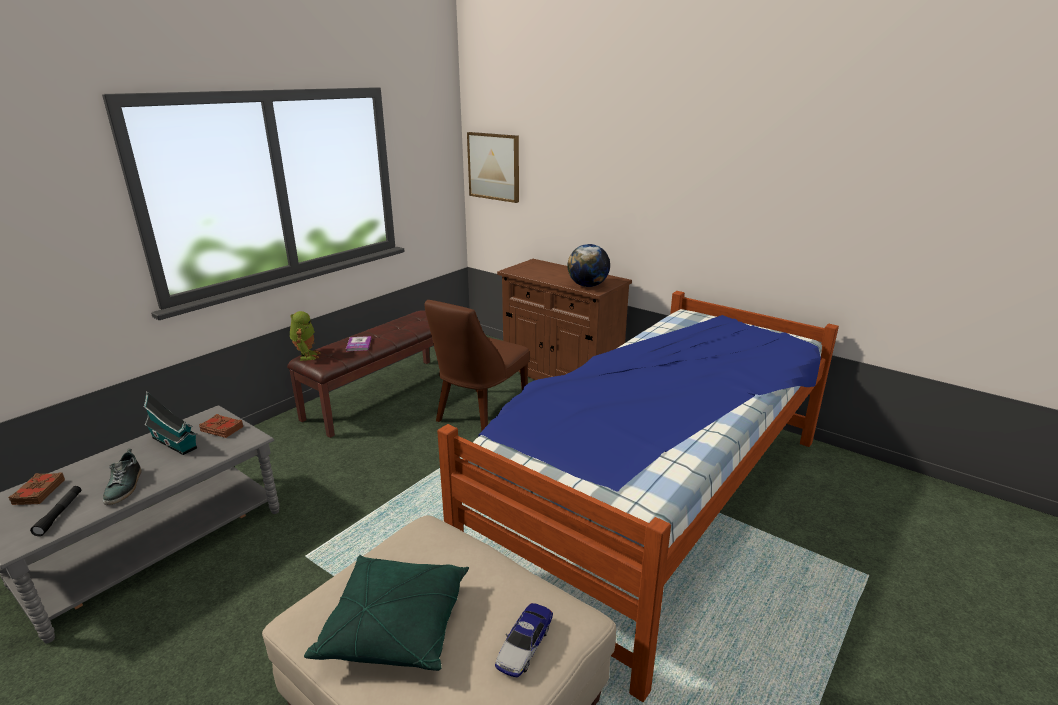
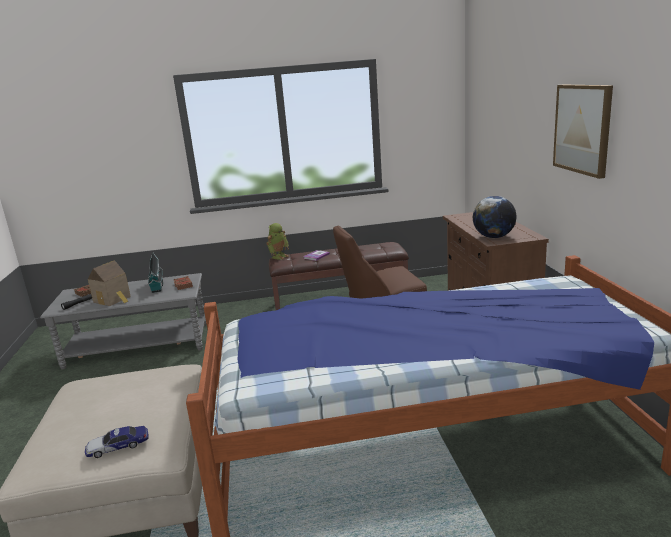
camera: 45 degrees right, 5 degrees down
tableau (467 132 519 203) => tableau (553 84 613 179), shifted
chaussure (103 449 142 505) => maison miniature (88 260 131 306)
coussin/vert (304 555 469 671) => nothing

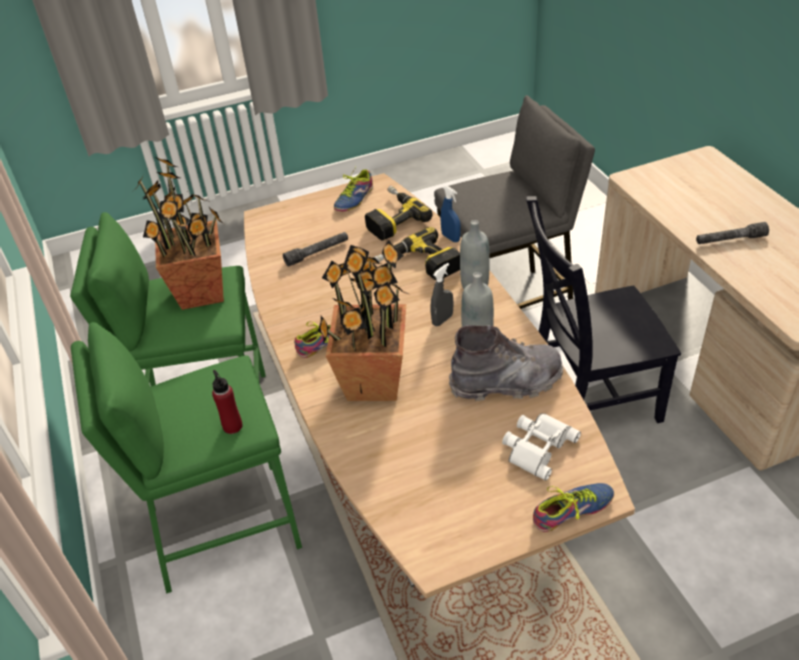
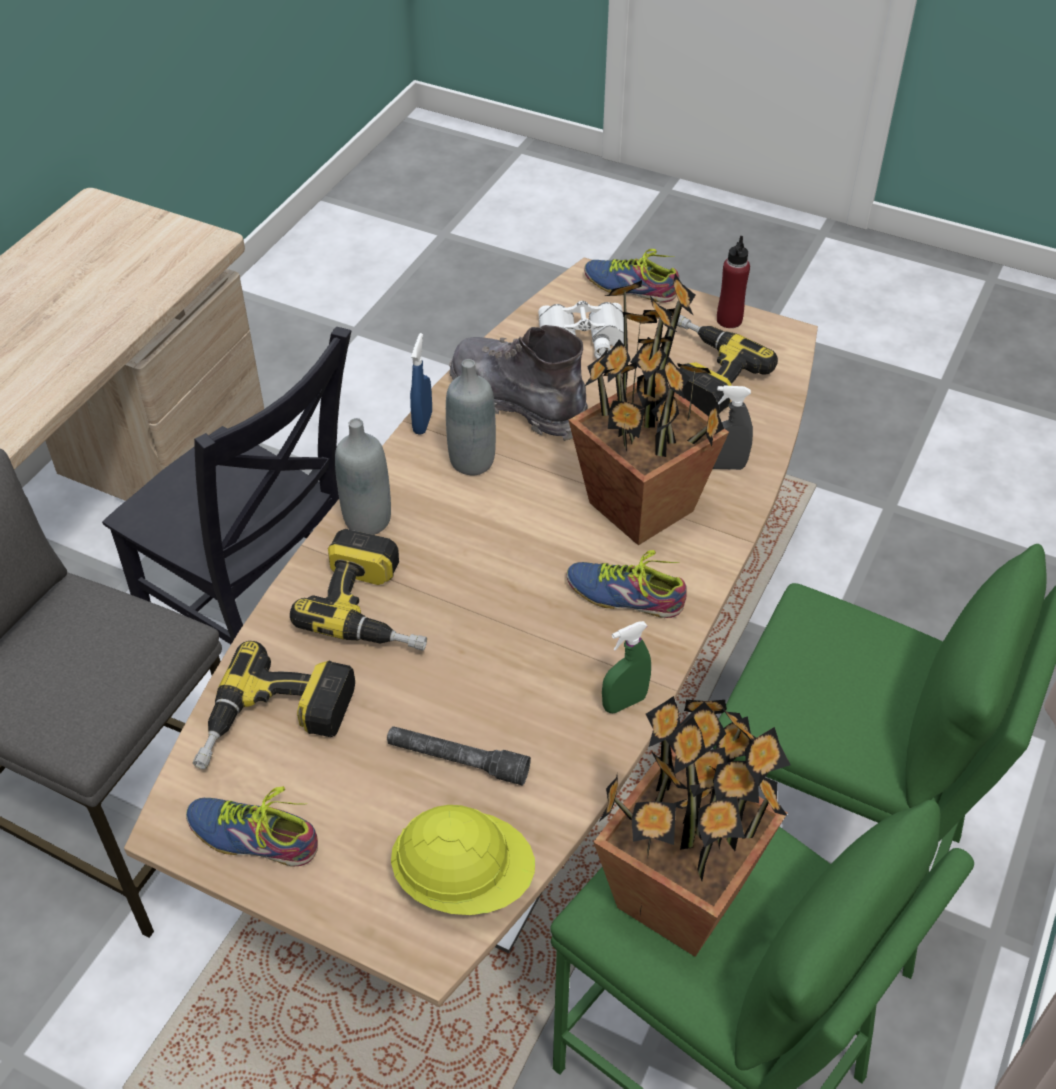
camera: 135 degrees left, 5 degrees up
chaussure (334 167 373 211) => chaussure (186 786 318 867), 150 degrees counterclockwise
vaporisateur/bleu (441 186 461 242) => vaporisateur/bleu (410 333 432 435), shifted
lampe de poche/gris (696 222 769 244) => nothing
vaporisateur/gris (430 263 453 326) => vaporisateur/gris (713 385 753 470), shifted
bouteille/rouge (212 370 242 434) => bouteille/rouge (717 236 750 328), shifted
nothing => perceuse (677 315 778 416)
nothing => vaporisateur/vert (602 621 651 713)
nothing => casque de chantier/jaune (391 805 535 915)

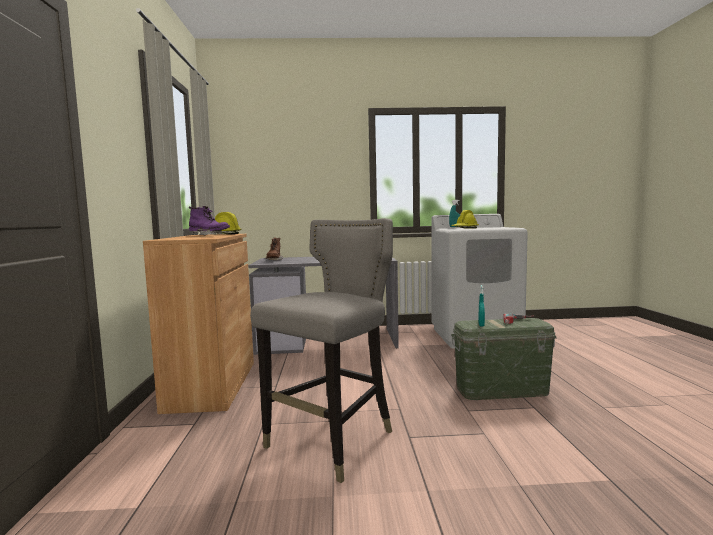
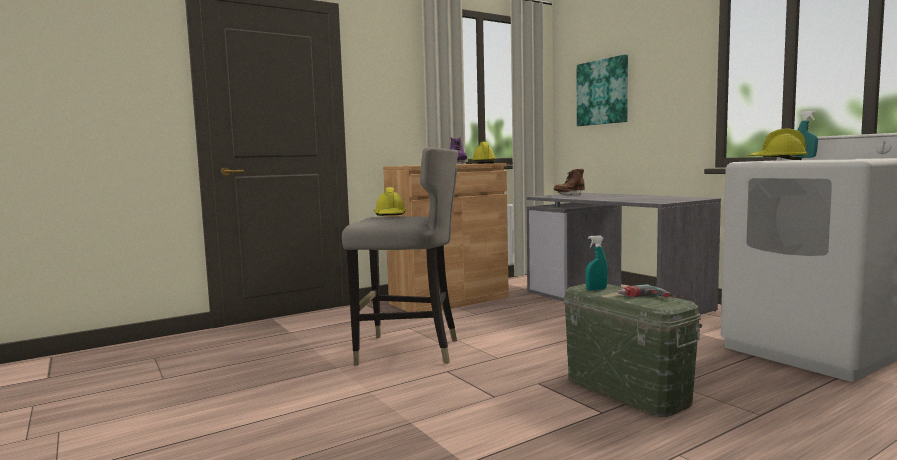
camera: 60 degrees right, 0 degrees up
nothing => tableau (577 54 628 126)
nothing => casque de chantier/jaune (374 187 407 216)

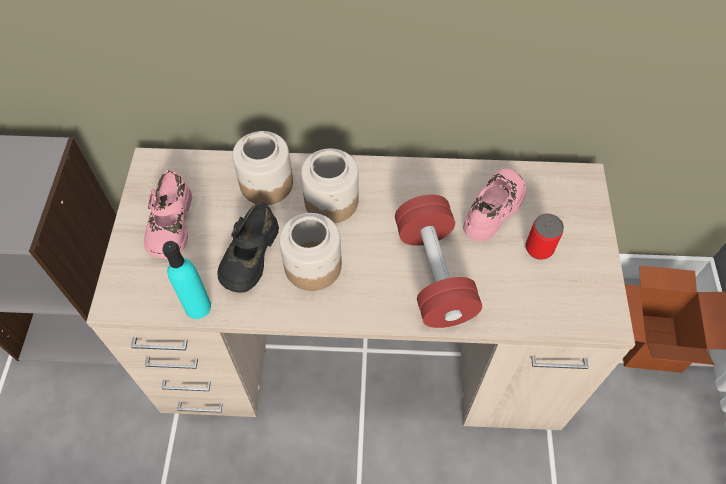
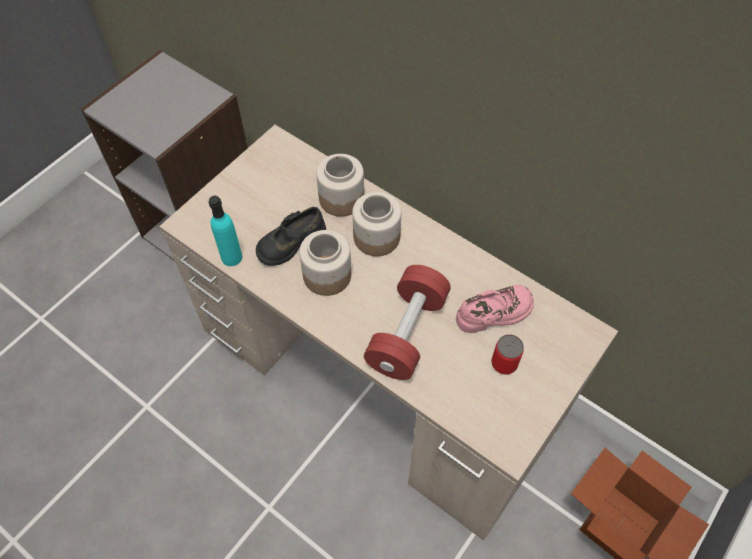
camera: 35 degrees right, 0 degrees up
chaussure/rose (144 170 192 259) => nothing

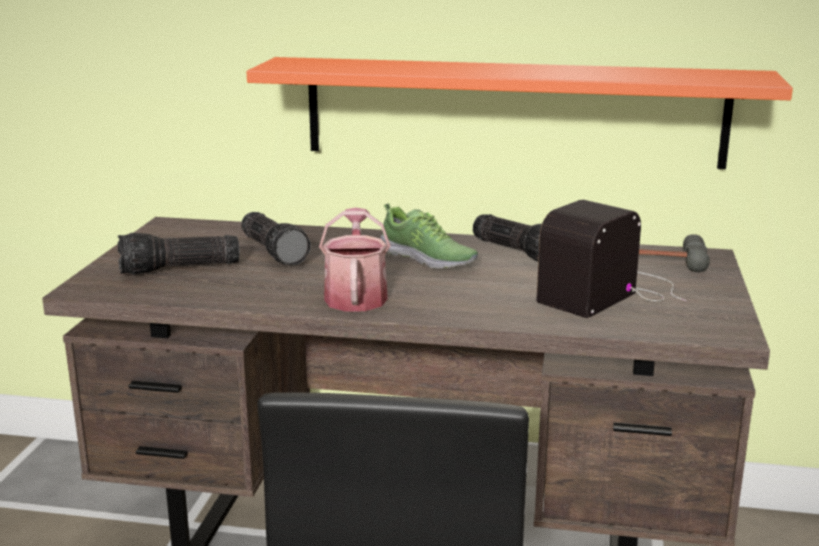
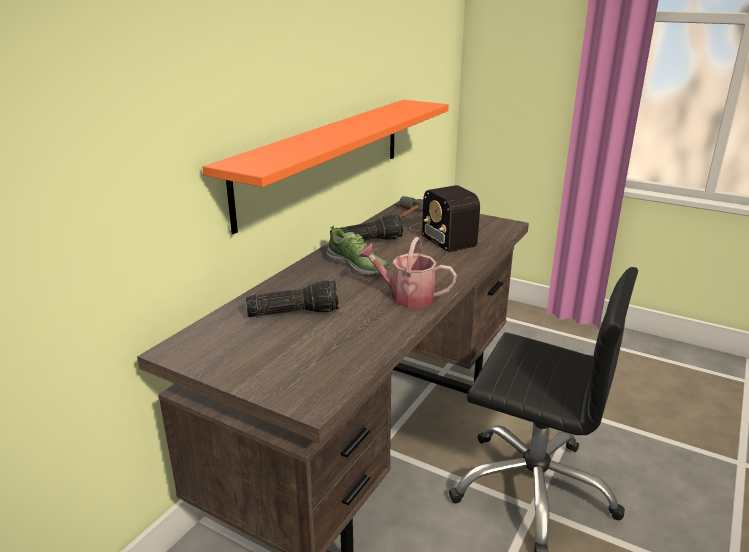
camera: 70 degrees left, 5 degrees up
chaussure (380 203 478 269) => chaussure (326 226 389 275), 75 degrees clockwise
lampe de poche (118 233 240 275) => nothing

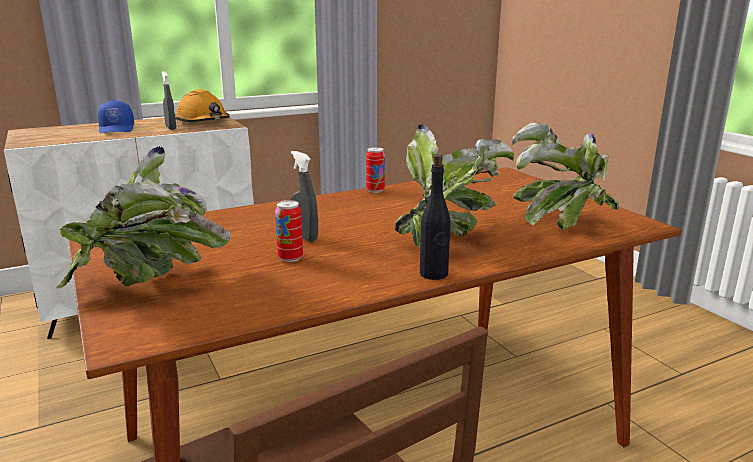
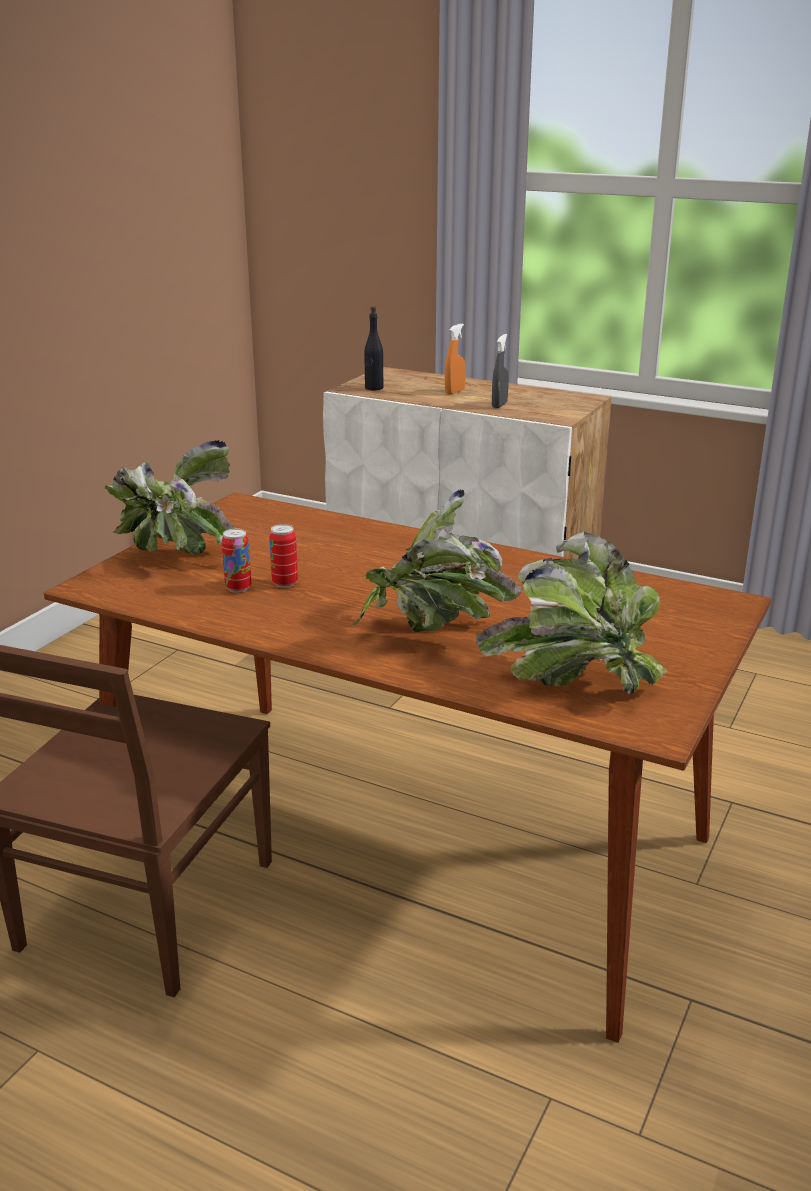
camera: 55 degrees right, 5 degrees up
casque de chantier/orange (175 89 230 122) => nothing
casquette/bleu (98 100 134 133) => vaporisateur/orange (445 324 466 395)
boîte métallique (366 147 385 193) => boîte métallique (222 529 251 593), shifted
vaporisateur/gris (290 151 318 242) => nothing
bouteille/noir (420 154 450 280) => bouteille/noir (364 306 383 390), shifted

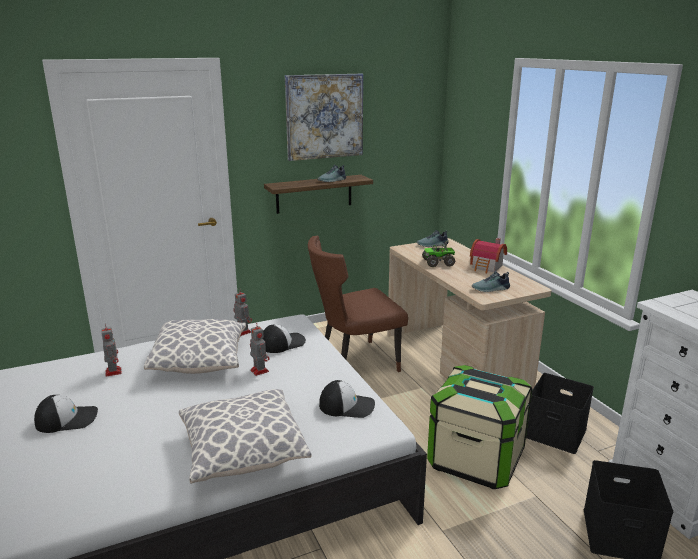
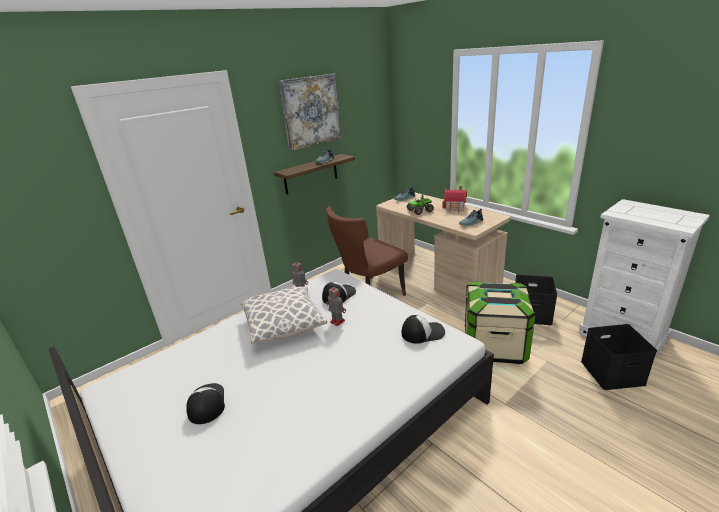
camera: 15 degrees left, 5 degrees up
robot jouet (101 324 122 377) => nothing
coussin (179 389 312 484) => nothing
casquette (34 395 98 433) => casquette (186 383 225 424), 75 degrees counterclockwise

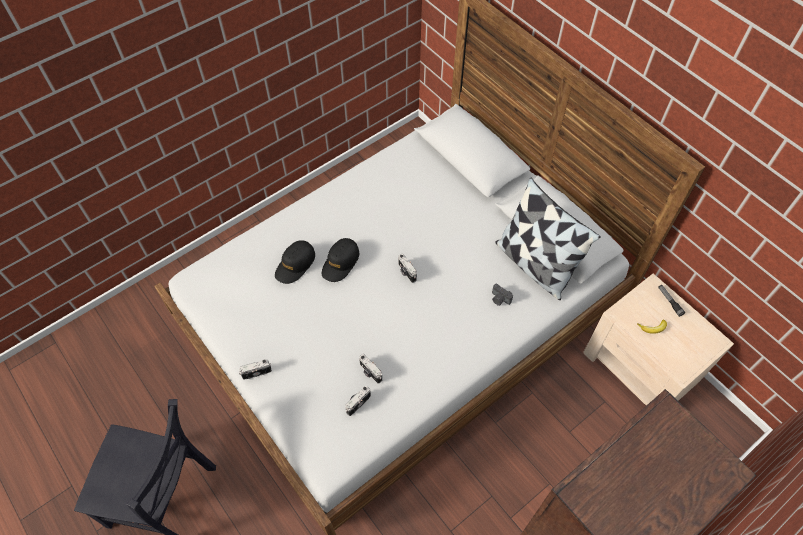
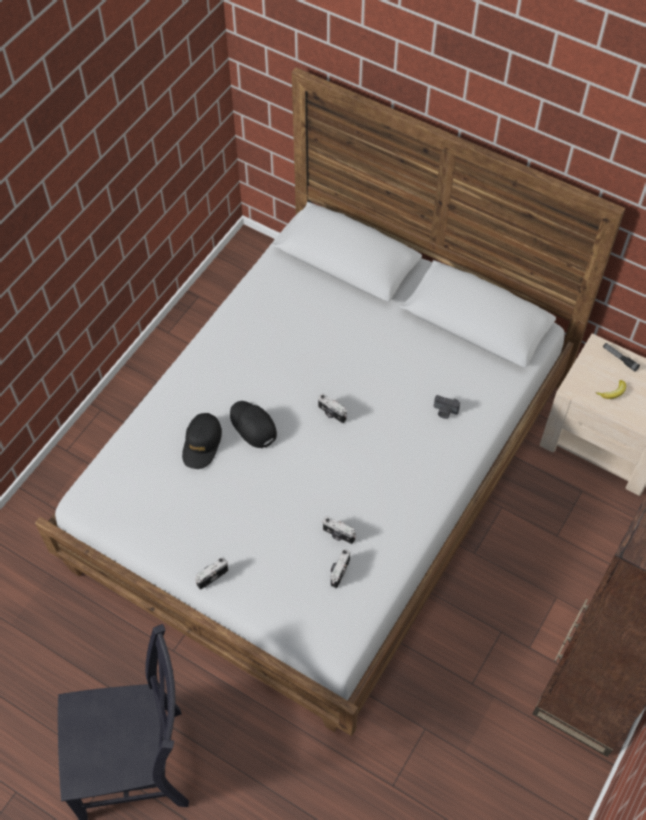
camera: 20 degrees left, 0 degrees up
coussin (495 178 601 300) => nothing
casquette/noir (322 238 359 282) => casquette/noir (230 401 277 448), 135 degrees clockwise

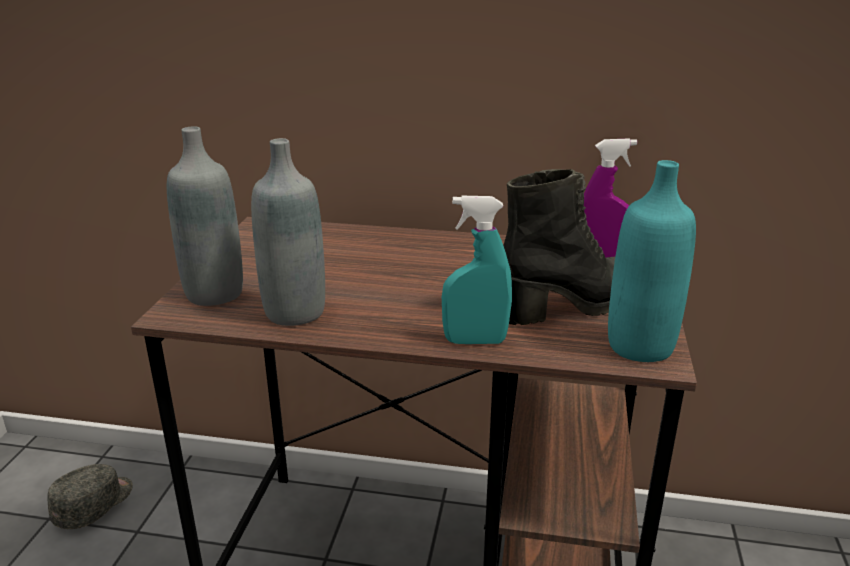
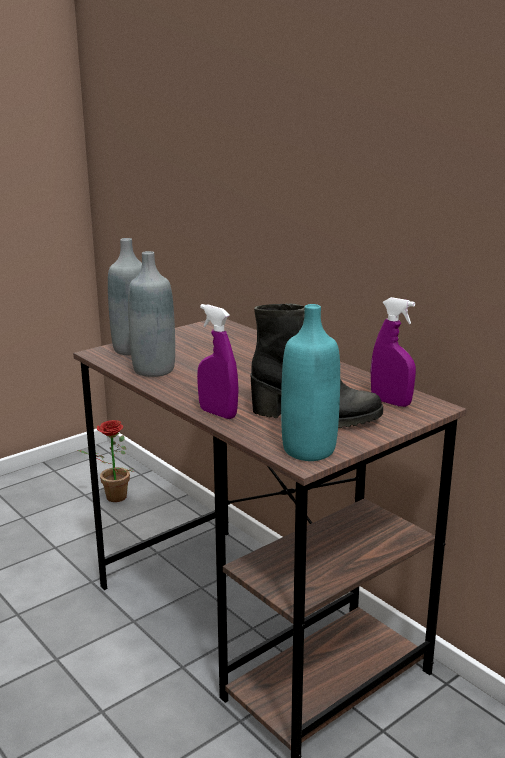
camera: 40 degrees right, 5 degrees down
vaporisateur/turquoise (442 196 512 344) => vaporisateur/violet (197 304 239 419)
casquette/gris (47 464 133 529) => plante en pot (78 420 134 502)

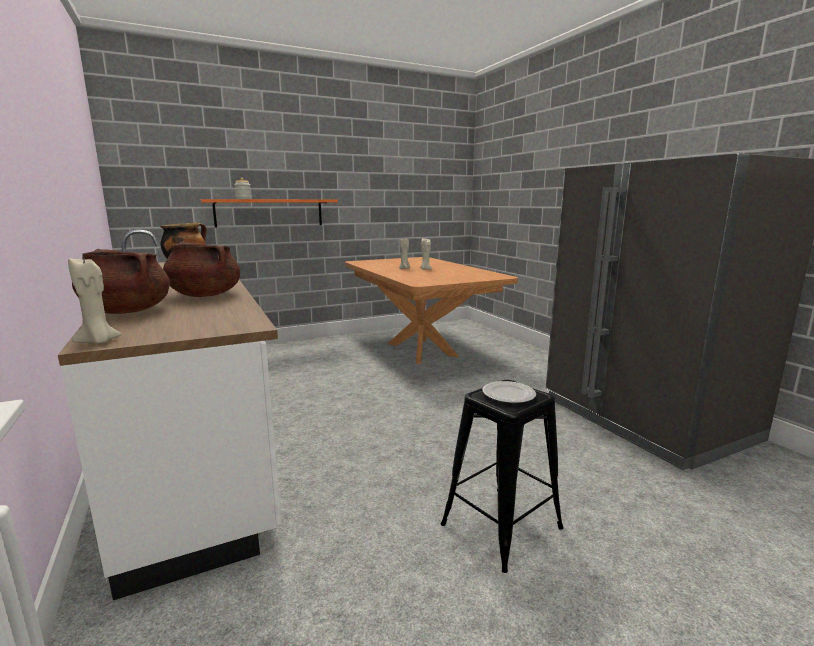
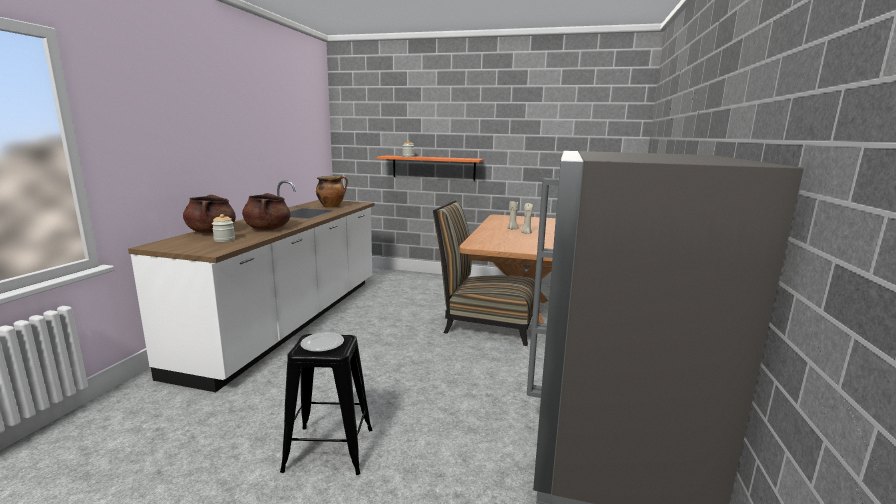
camera: 40 degrees right, 0 degrees up
bougie/beige (68 256 122 343) => nothing
nothing => chaise (433 200 535 346)
nothing => bocal (212 214 235 242)

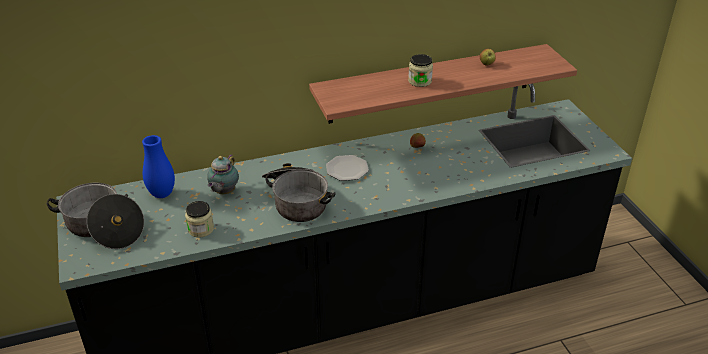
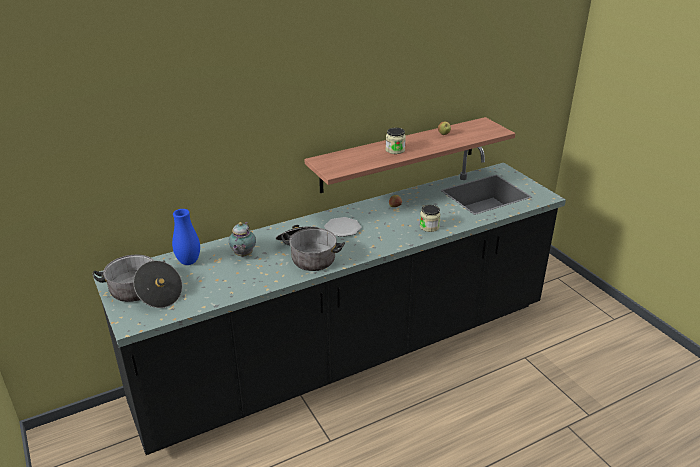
camera: 10 degrees left, 5 degrees down
bocal (185 201 214 238) => bocal (420 205 441 232), shifted

